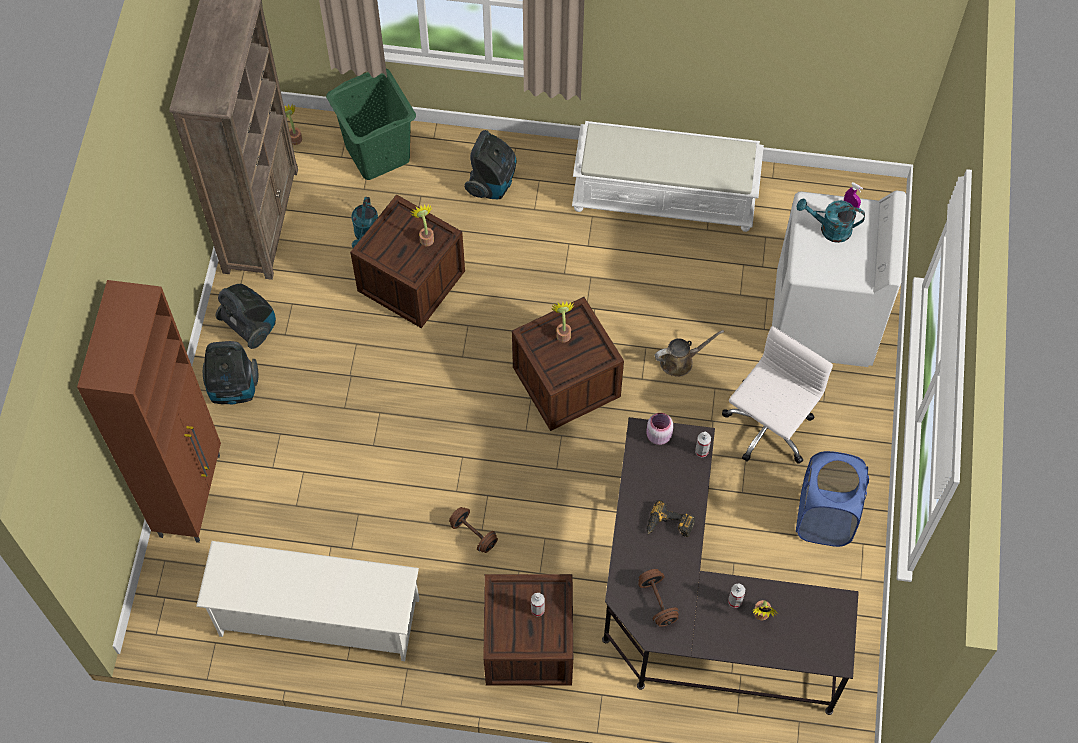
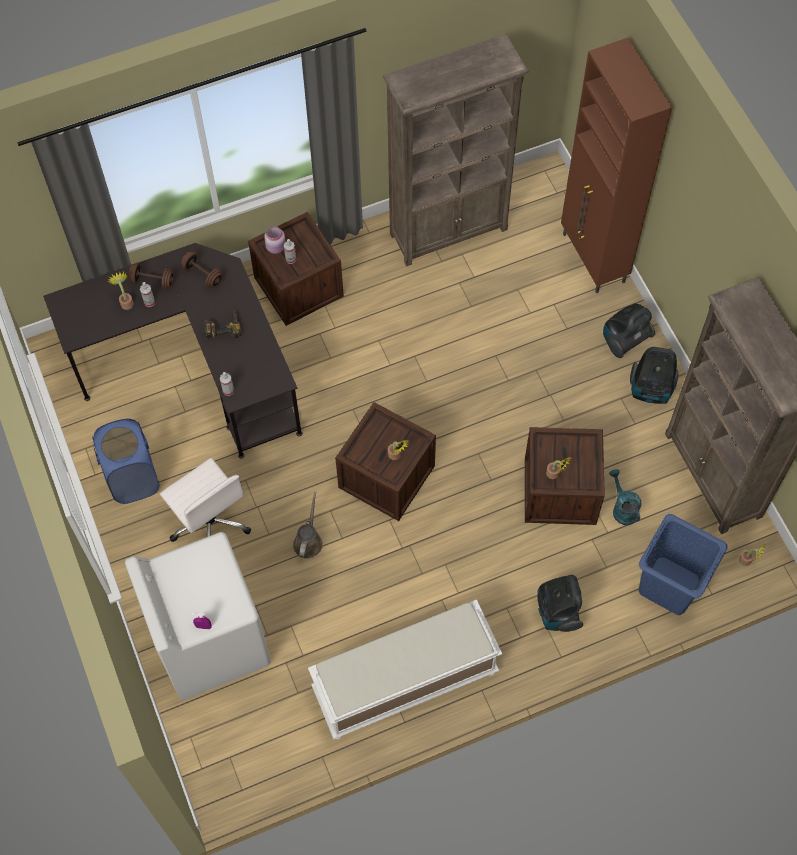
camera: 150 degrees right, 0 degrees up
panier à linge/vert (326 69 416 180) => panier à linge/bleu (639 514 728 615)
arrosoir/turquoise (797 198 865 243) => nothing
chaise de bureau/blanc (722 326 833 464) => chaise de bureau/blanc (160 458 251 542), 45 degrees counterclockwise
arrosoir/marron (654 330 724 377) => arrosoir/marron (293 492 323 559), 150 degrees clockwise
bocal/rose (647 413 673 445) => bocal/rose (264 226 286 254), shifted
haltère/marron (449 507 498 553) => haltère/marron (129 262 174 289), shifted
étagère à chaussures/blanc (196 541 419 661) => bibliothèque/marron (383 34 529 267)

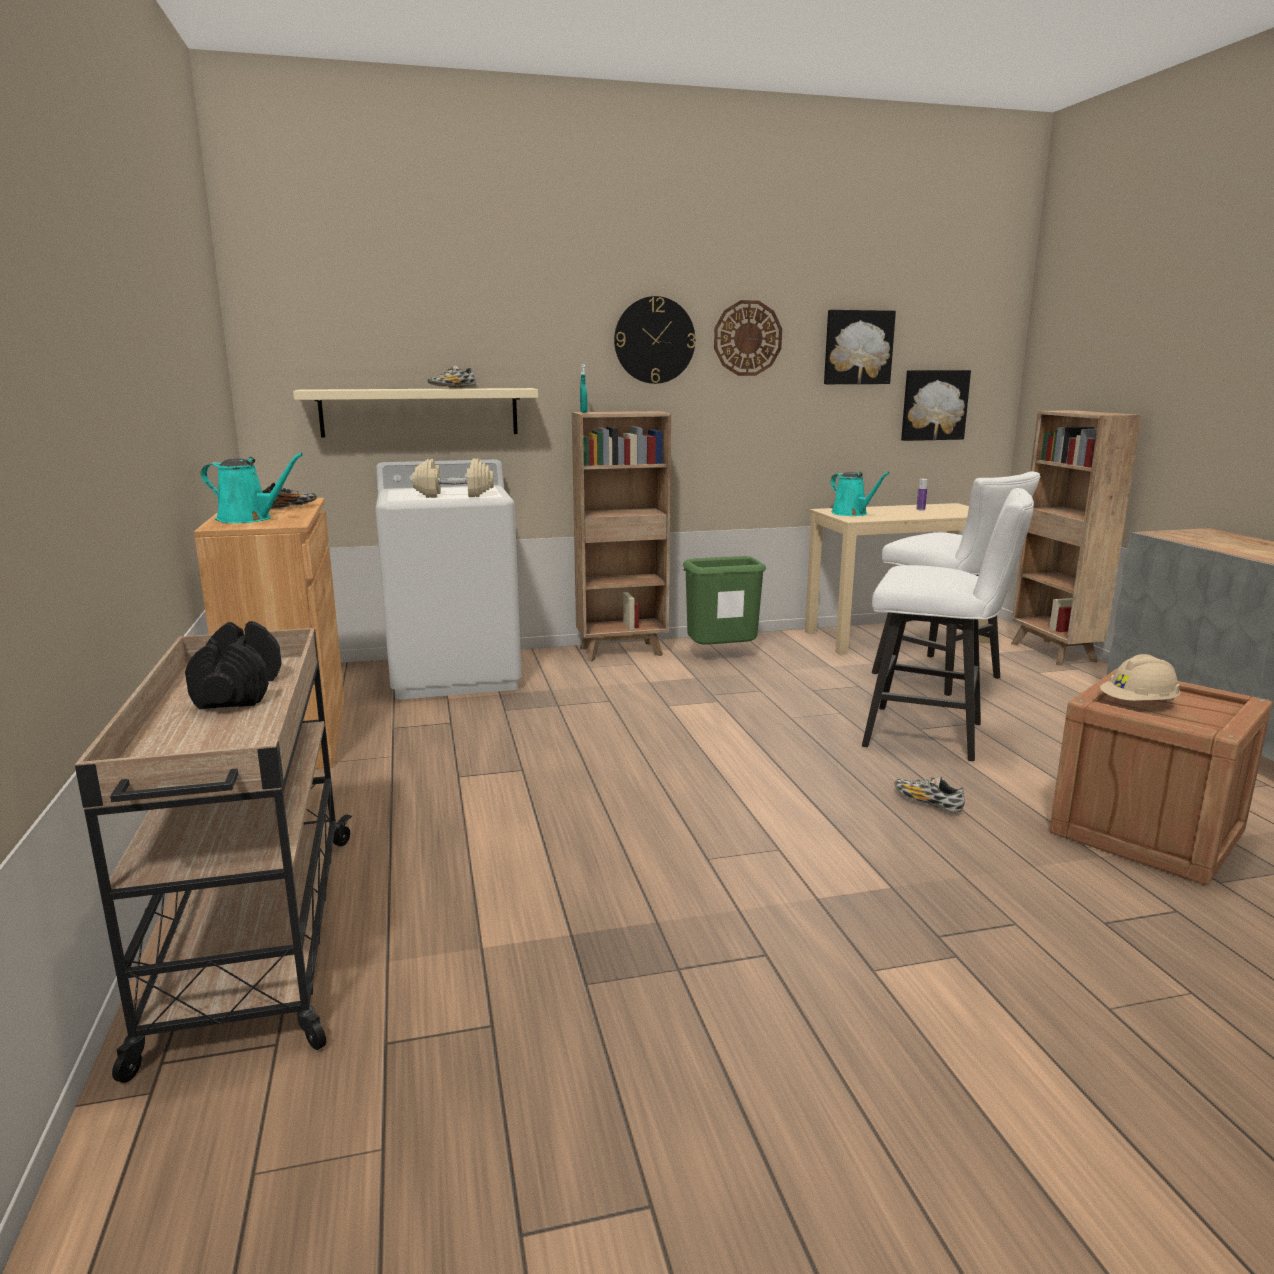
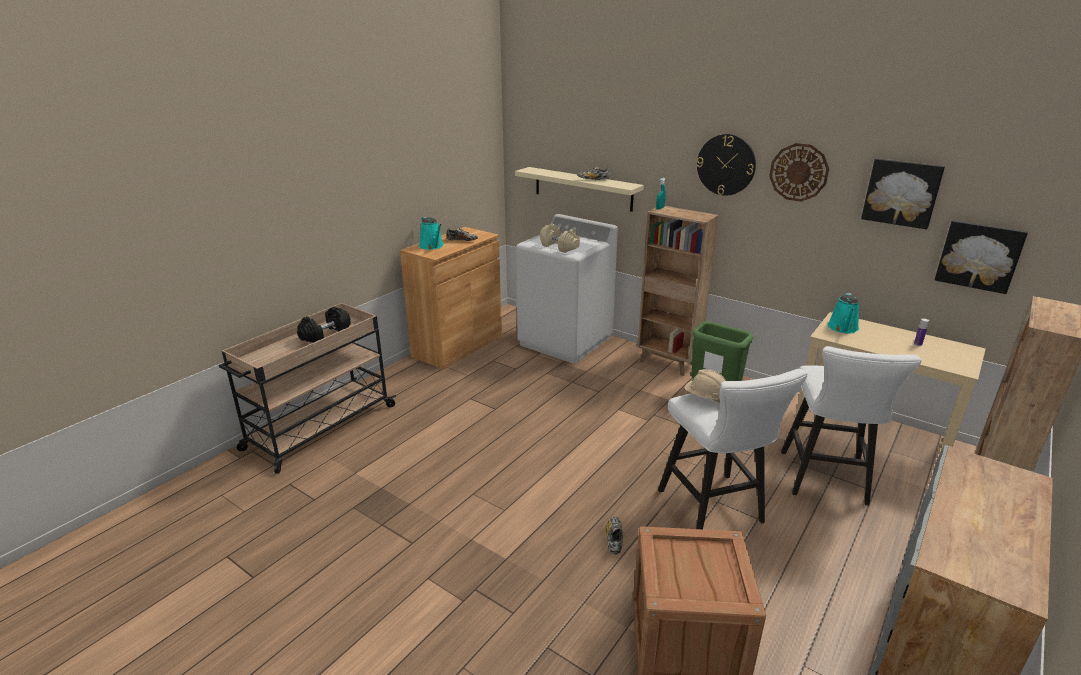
camera: 50 degrees right, 10 degrees up
casque de chantier/beige (1100 654 1180 702) => casque de chantier/beige (685 369 726 402), shifted

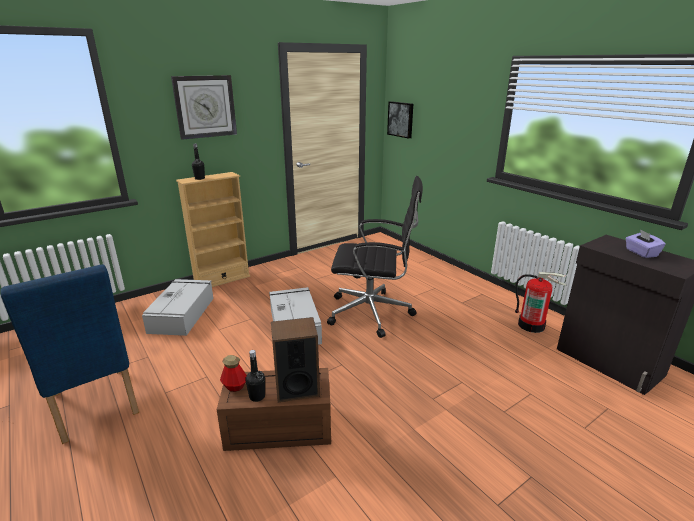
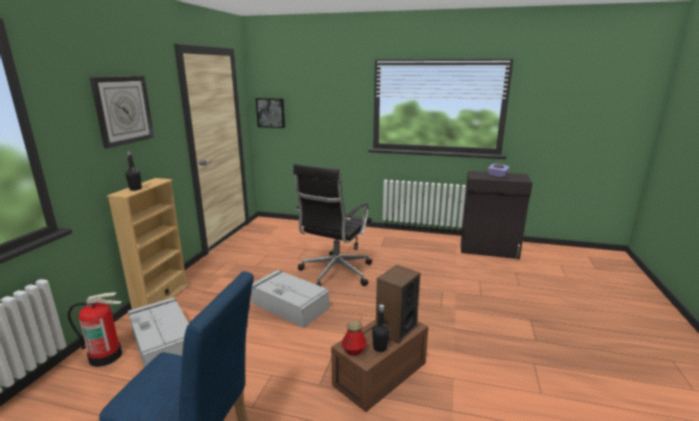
camera: 40 degrees left, 5 degrees down
chaise de bureau/noir (327 176 423 338) => chaise de bureau/noir (293 164 372 286), 150 degrees clockwise
extincteur (515 272 567 333) => extincteur (67 292 122 367), shifted

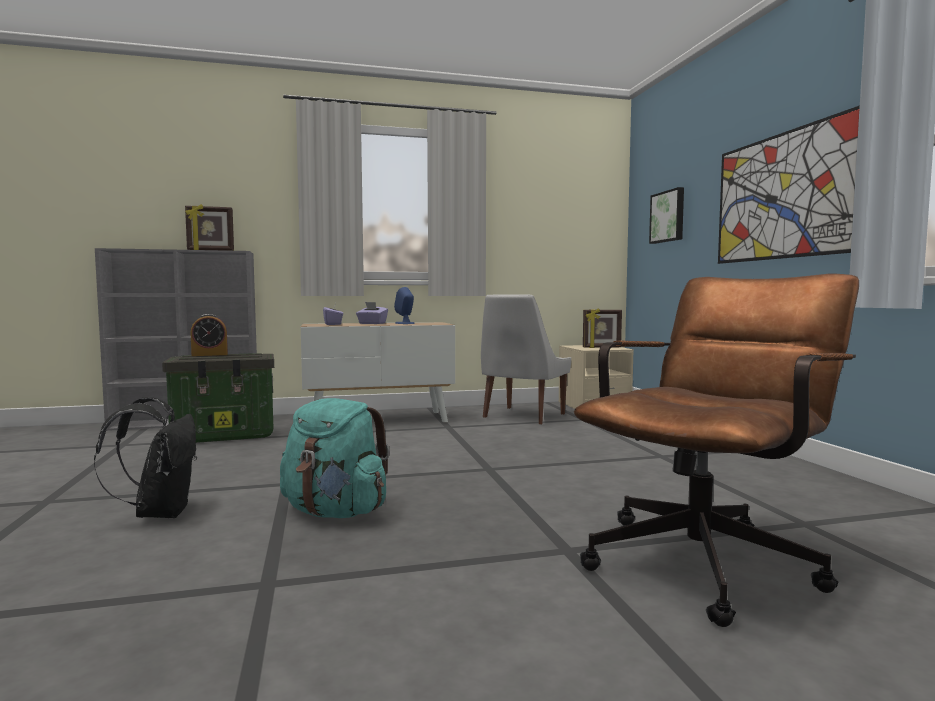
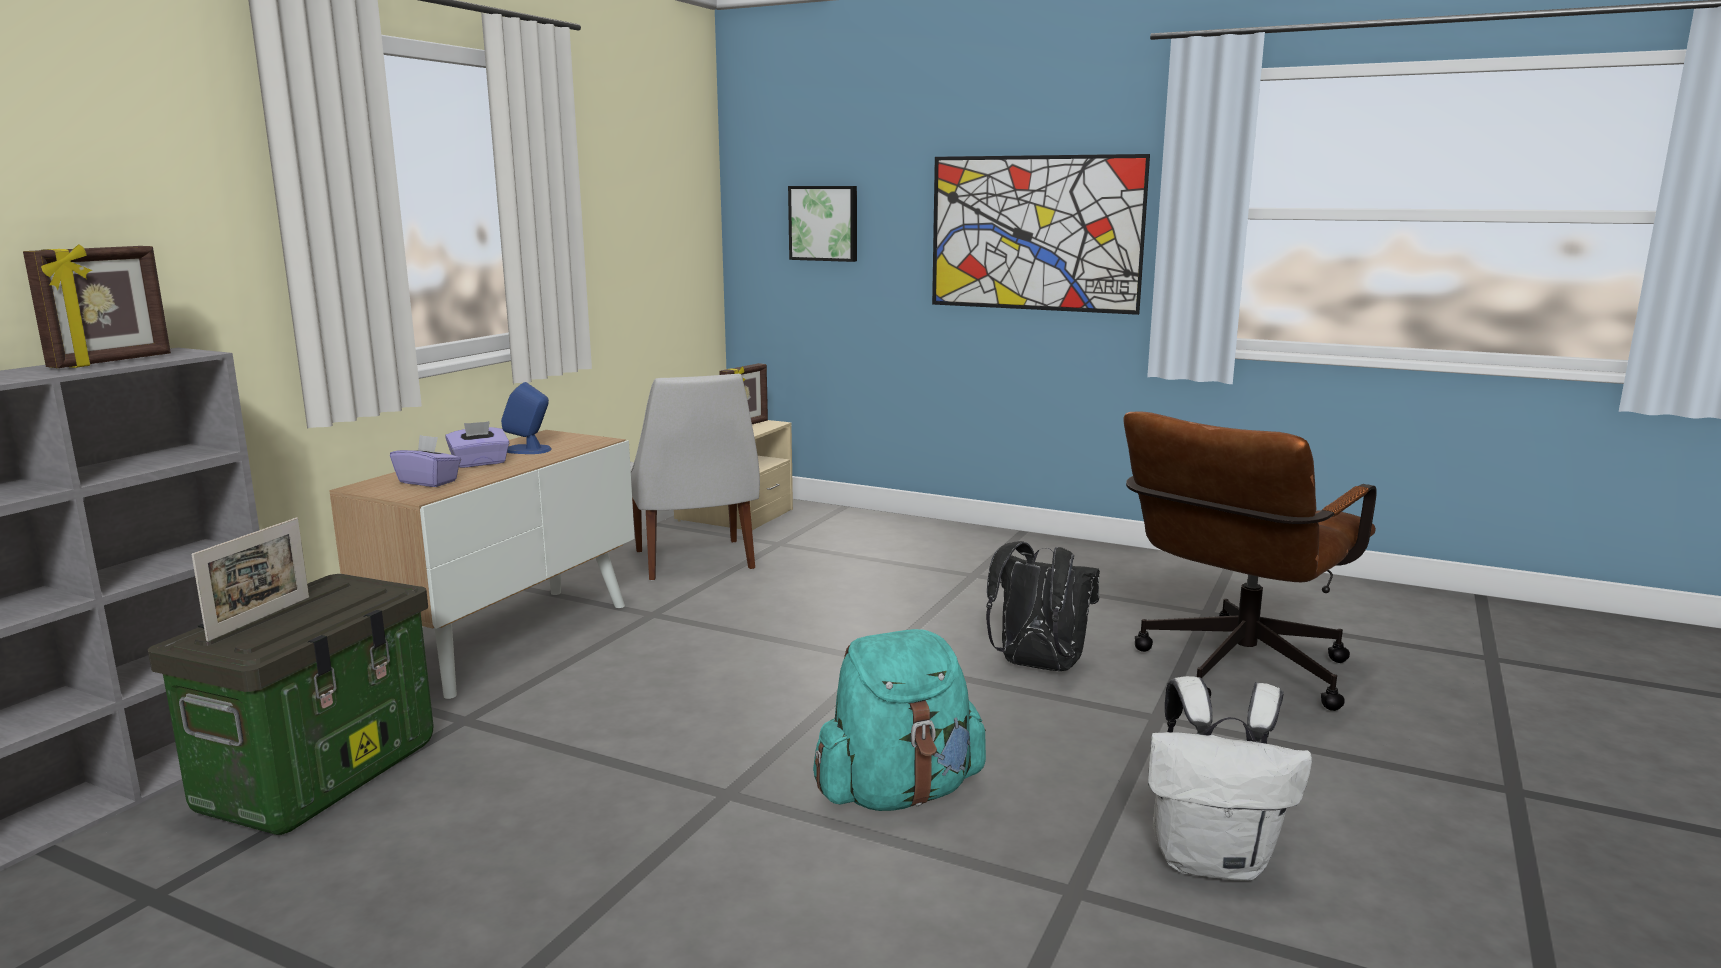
camera: 50 degrees left, 10 degrees up
chaise de bureau/marron (574 274 859 627) => chaise de bureau/marron (1124 411 1377 711), 135 degrees counterclockwise
réveil (191 314 228 356) => cadre photo (191 518 309 642)
sac à dos/noir (94 397 197 518) => sac à dos/noir (986 541 1100 671), shifted
nothing => sac à dos/blanc (1148 676 1312 881)

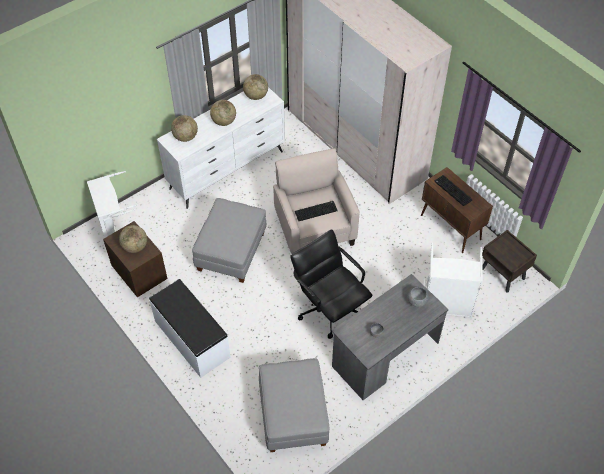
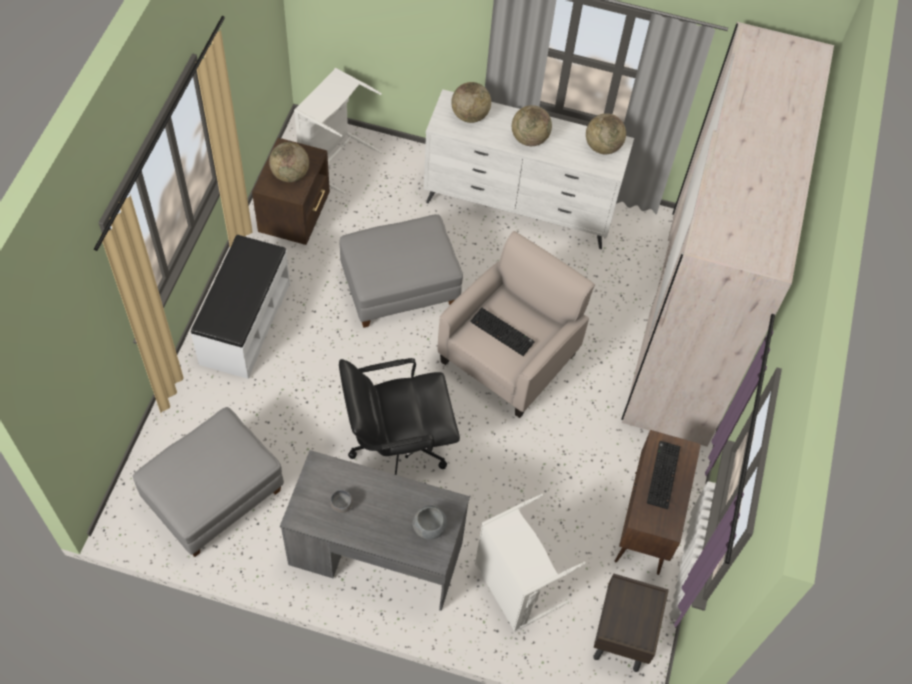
camera: 50 degrees right, 5 degrees up
chaise de bureau/noir (290 230 372 339) => chaise de bureau/noir (339 358 460 475), 120 degrees counterclockwise

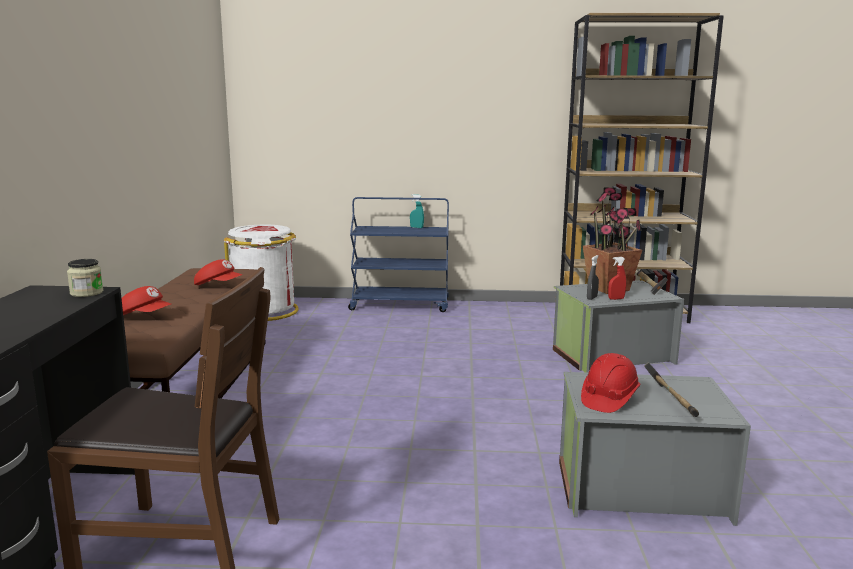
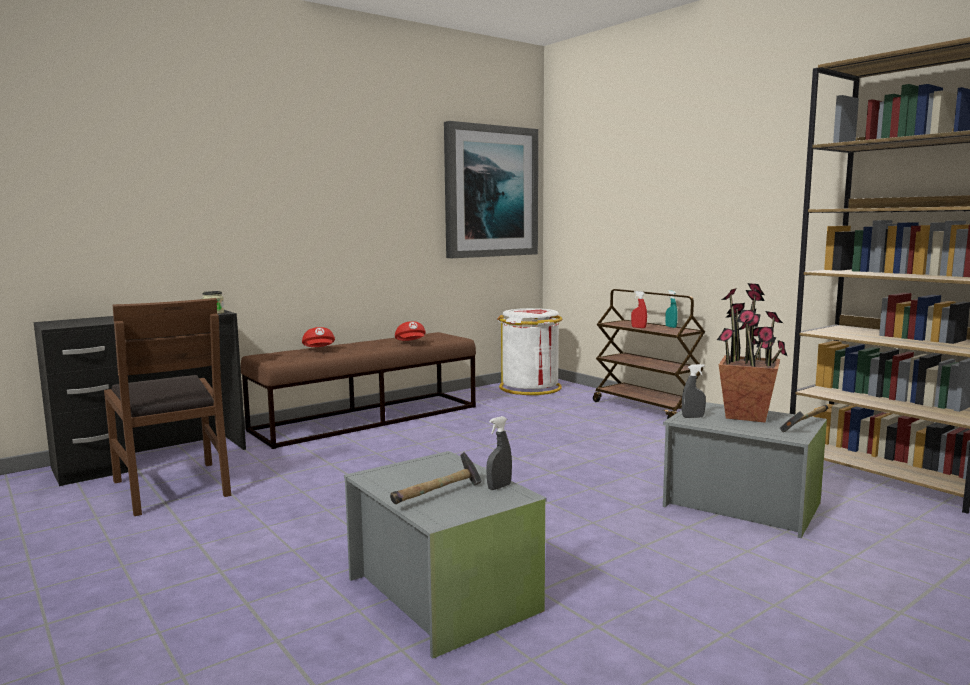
camera: 50 degrees right, 5 degrees down
chariot/bleu (348 197 449 312) => chariot/marron (593 289 705 419)
vaporisateur/rouge (608 257 626 300) => vaporisateur/rouge (631 291 647 328), shifted
casque de chantier/rouge (581 353 640 413) => nothing
nothing => tableau (444 121 538 258)
nothing => vaporisateur/gris (486 416 512 490)

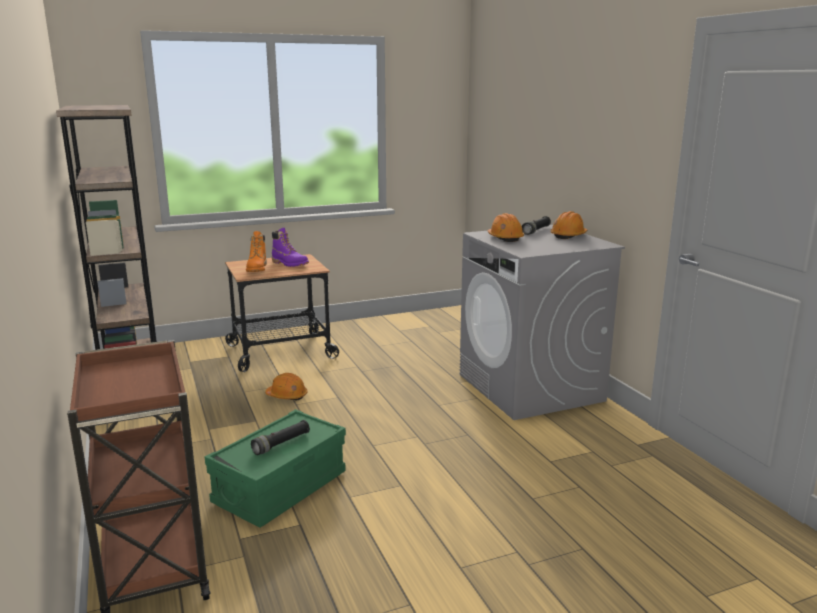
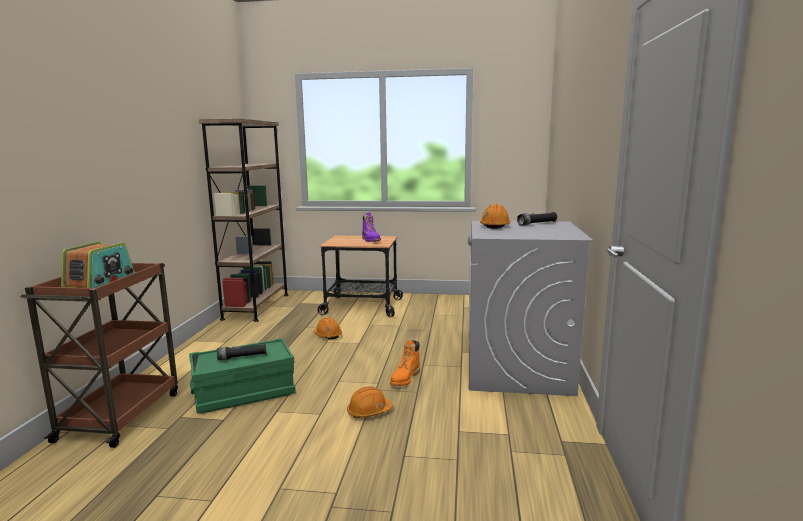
camera: 30 degrees right, 5 degrees down
casque de chantier/orange (550 211 587 239) => casque de chantier/orange (347 386 393 418), shifted
botte/orange (246 231 267 272) => botte/orange (390 340 420 386), shifted
nothing => radio (61 242 135 288)

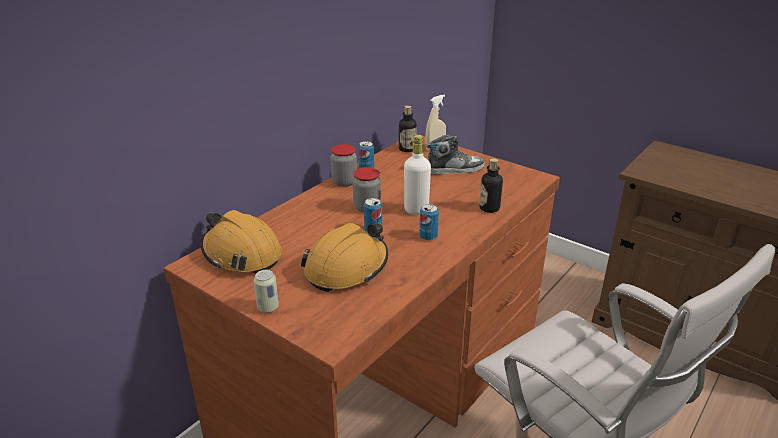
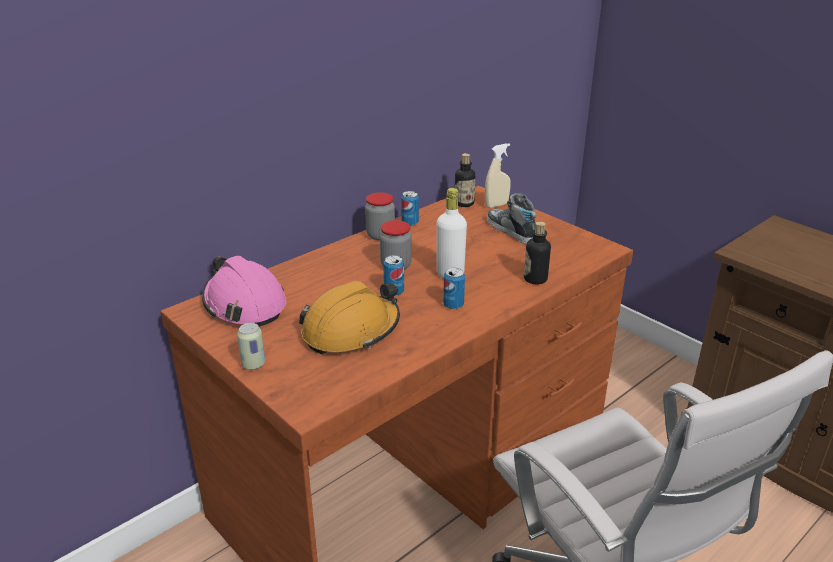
camera: 10 degrees right, 0 degrees up
chaussure (426 135 485 174) => chaussure (487 193 536 245), 120 degrees counterclockwise
casque de chantier/orange (201 210 282 274) => casque de chantier/rose (202 256 286 327)

